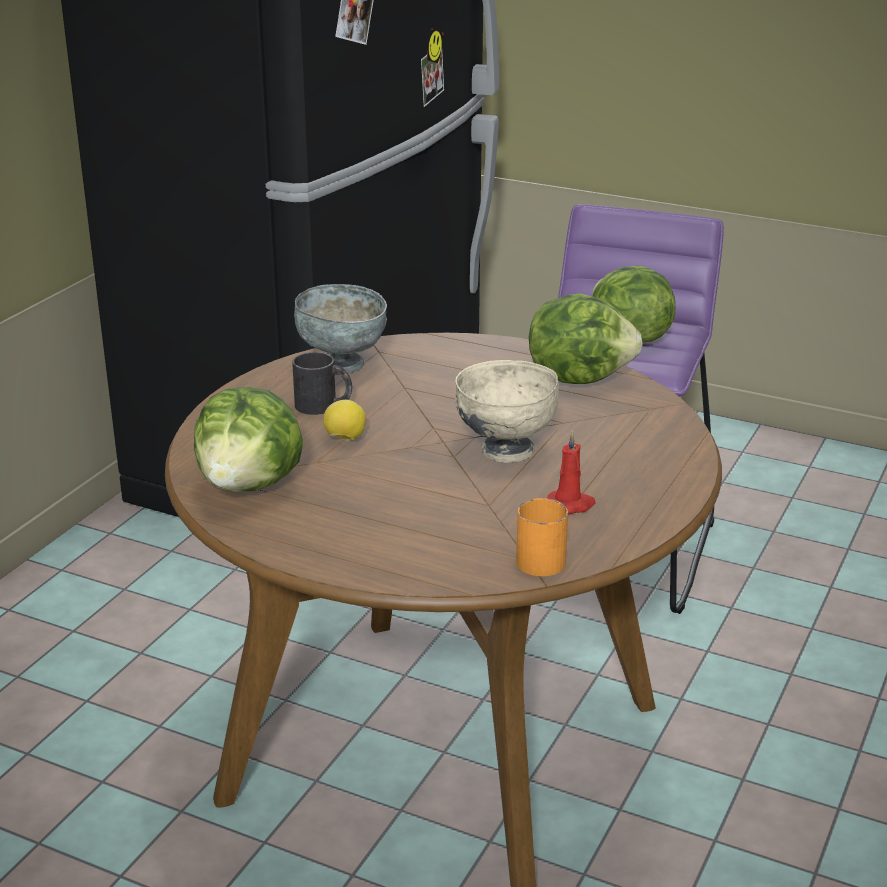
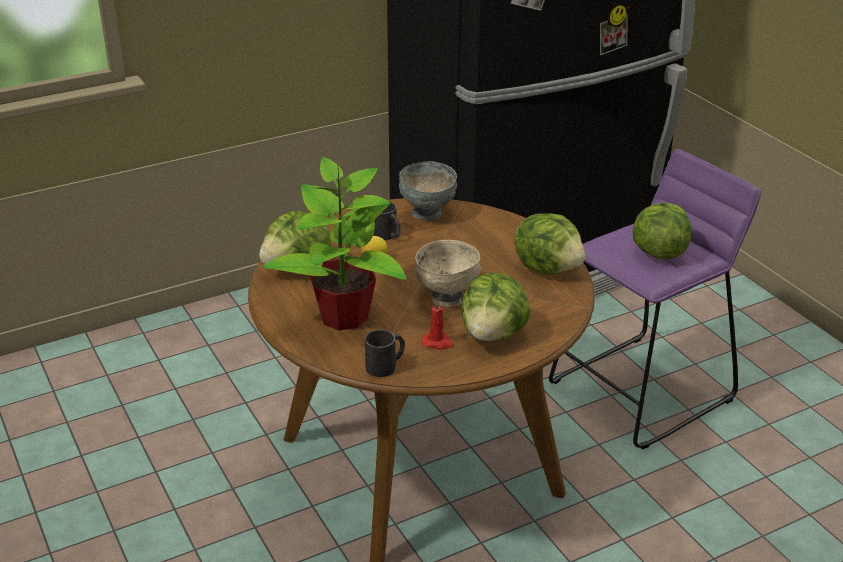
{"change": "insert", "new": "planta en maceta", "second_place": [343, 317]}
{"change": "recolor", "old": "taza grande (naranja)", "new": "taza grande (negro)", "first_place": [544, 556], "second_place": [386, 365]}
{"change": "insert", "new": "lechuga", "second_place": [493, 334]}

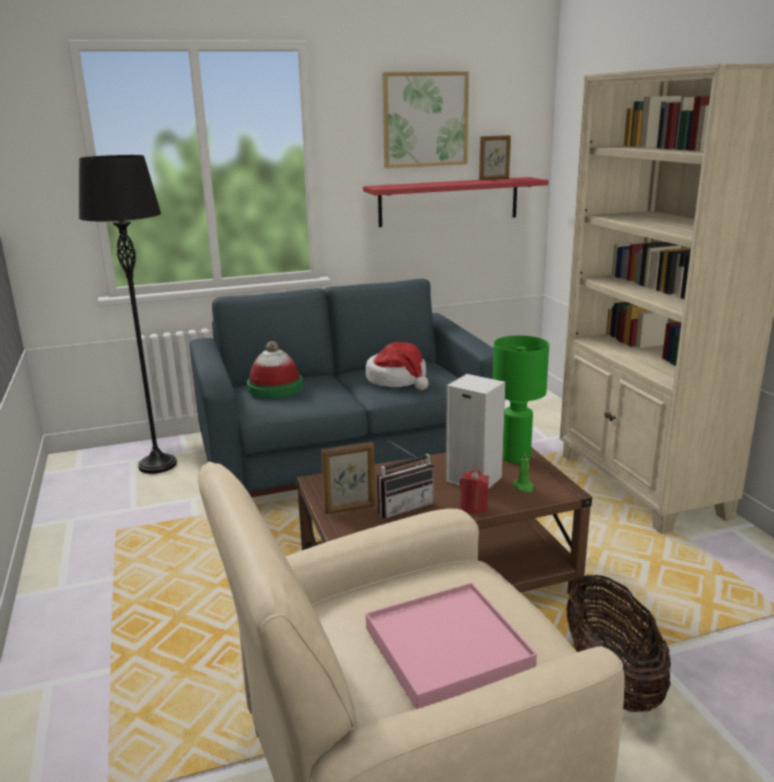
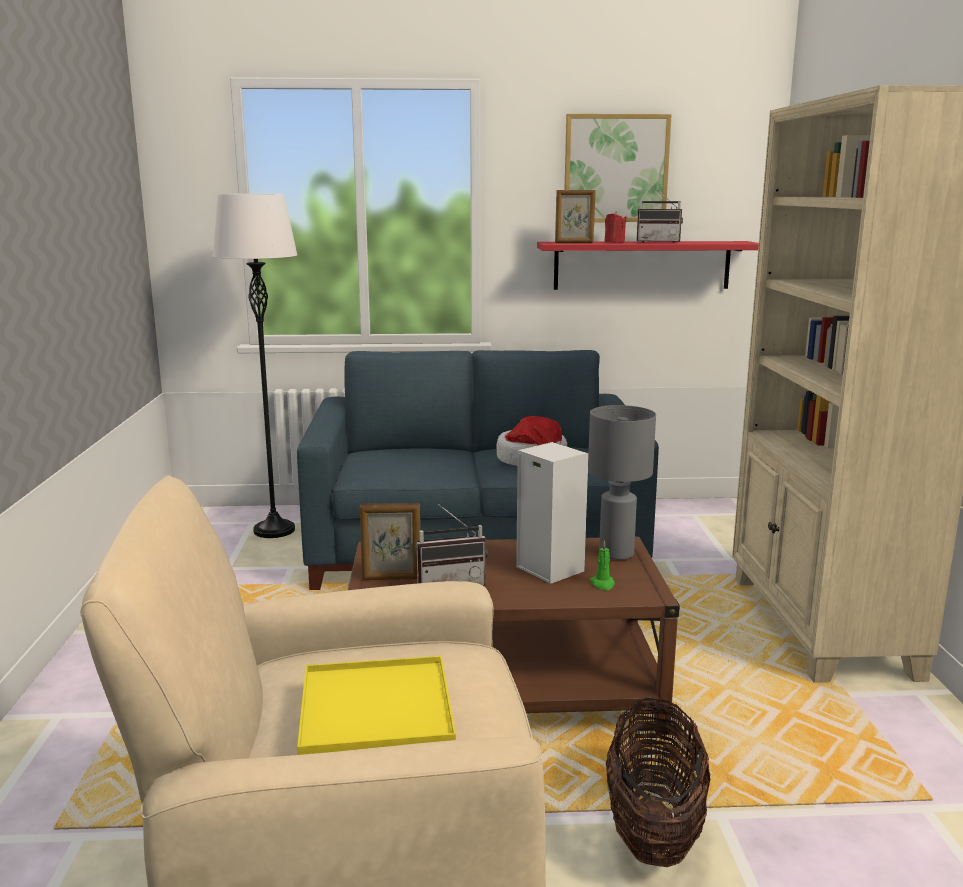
{"change": "recolor", "old": "lámpara de pie (negro)", "new": "lámpara de pie (blanco)", "first_place": [157, 465], "second_place": [274, 530]}
{"change": "recolor", "old": "bandeja (rosa)", "new": "bandeja (amarillo)", "first_place": [448, 649], "second_place": [377, 717]}
{"change": "move", "old": "portarretratos", "first_place": [494, 179], "second_place": [574, 243]}
{"change": "recolor", "old": "lámpara de mesa (verde)", "new": "lámpara de mesa (gris)", "first_place": [515, 457], "second_place": [615, 553]}
{"change": "move", "old": "vela (rojo)", "first_place": [473, 507], "second_place": [614, 242]}
{"change": "insert", "new": "radio", "second_place": [658, 242]}
{"change": "delete", "old": "sombrero", "first_place": [275, 388]}

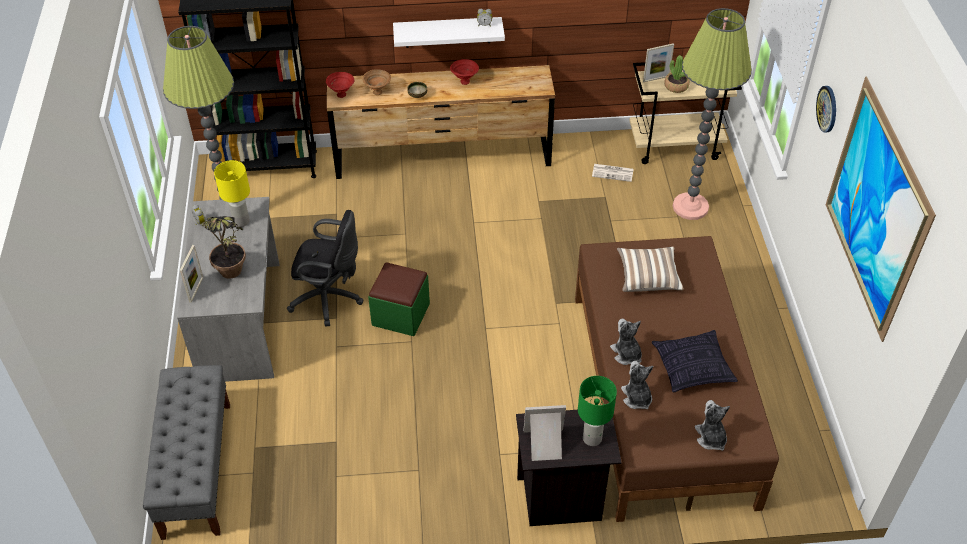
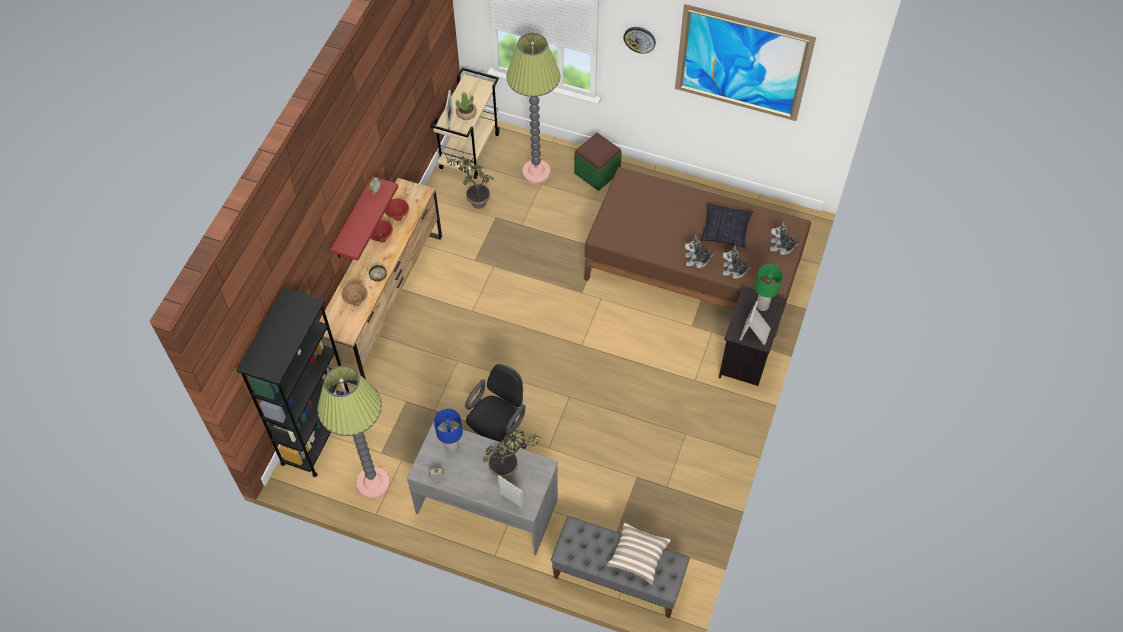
{"change": "recolor", "old": "estante (blanco)", "new": "estante (rojo)", "first_place": [447, 32], "second_place": [353, 220]}
{"change": "move", "old": "cuenco (rojo)", "first_place": [341, 94], "second_place": [397, 217]}
{"change": "recolor", "old": "lámpara de mesa (amarillo)", "new": "lámpara de mesa (azul)", "first_place": [240, 221], "second_place": [452, 448]}
{"change": "replace", "old": "periódico", "new": "planta en maceta", "first_place": [613, 173], "second_place": [473, 201]}
{"change": "move", "old": "puf (verde)", "first_place": [400, 314], "second_place": [597, 172]}
{"change": "move", "old": "cojín", "first_place": [648, 276], "second_place": [637, 557]}

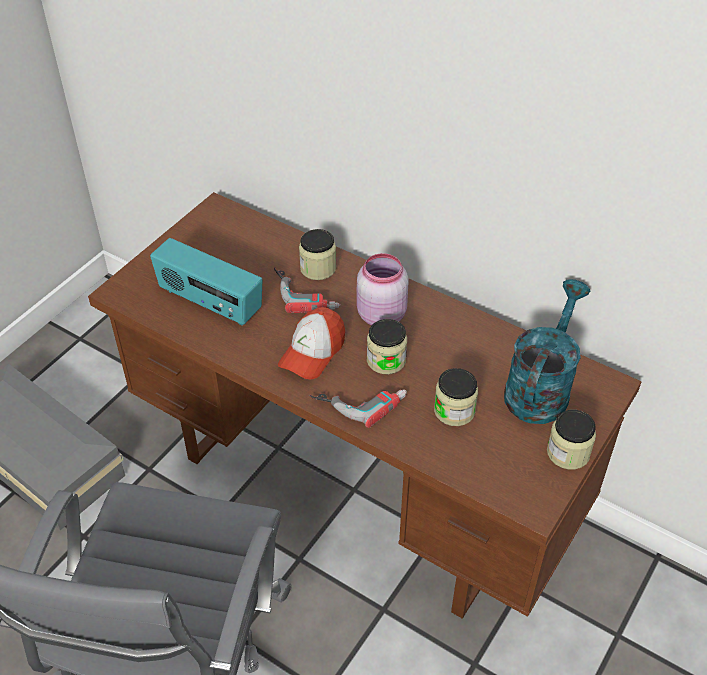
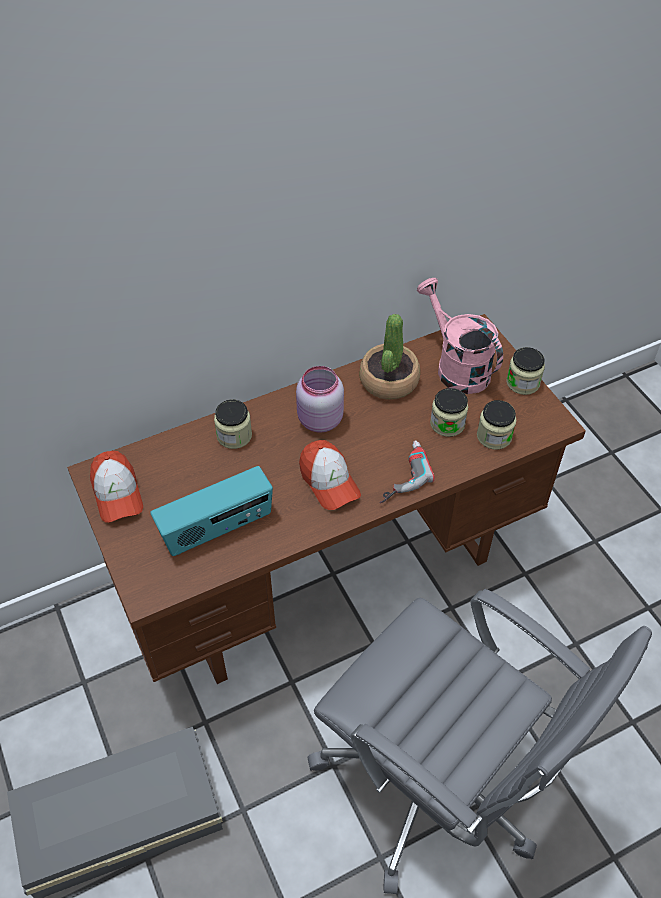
{"change": "insert", "new": "gorra", "second_place": [117, 494]}
{"change": "insert", "new": "planta en maceta", "second_place": [388, 380]}
{"change": "recolor", "old": "regadera (turquesa)", "new": "regadera (rosa)", "first_place": [540, 387], "second_place": [456, 366]}
{"change": "move", "old": "tarro", "first_place": [386, 360], "second_place": [494, 436]}
{"change": "delete", "old": "taladro", "first_place": [306, 292]}

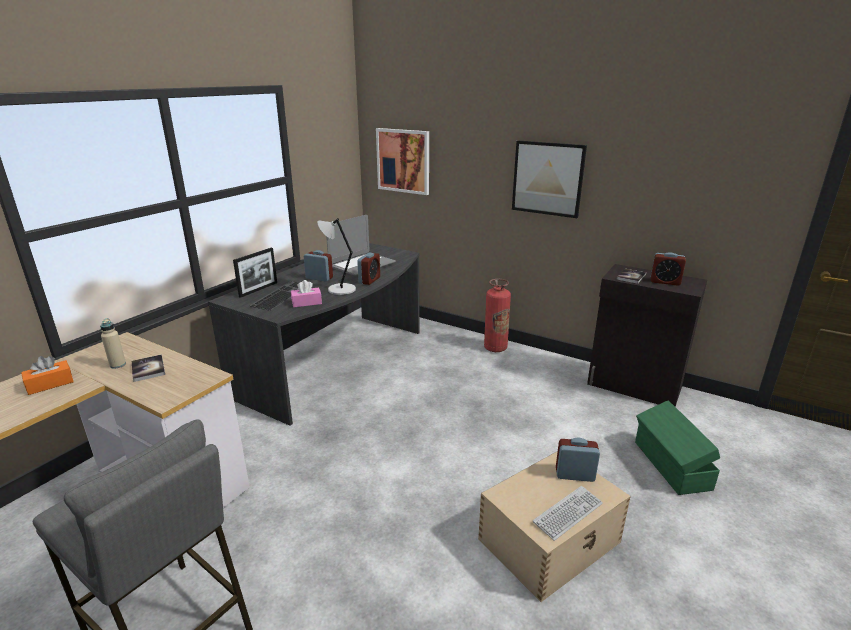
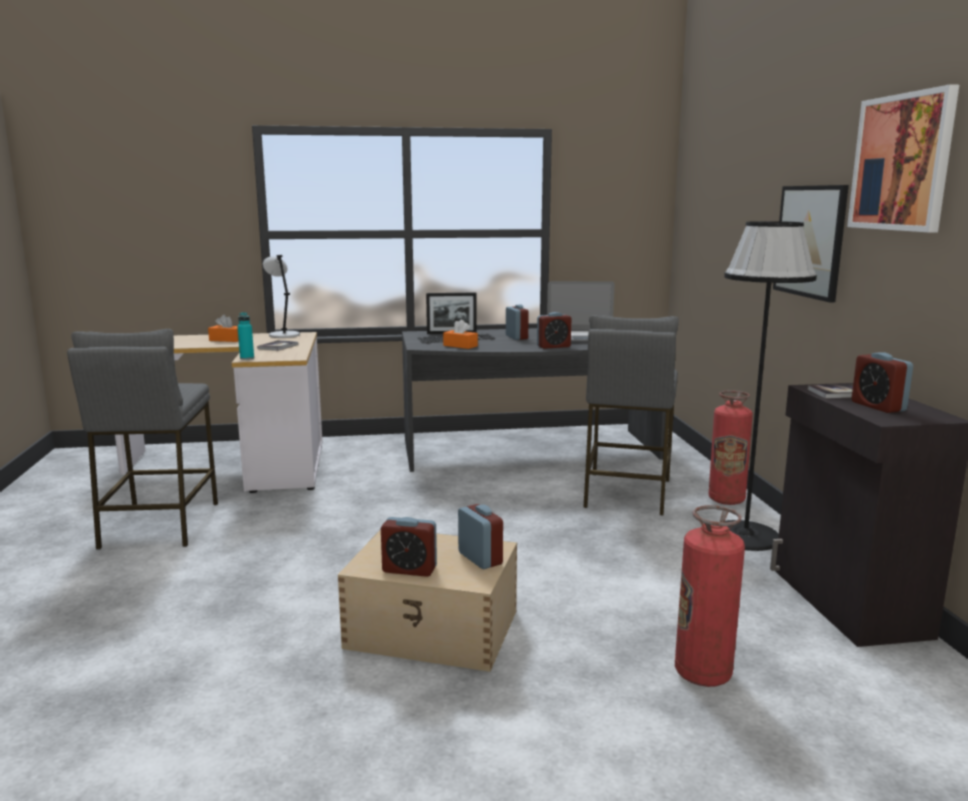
{"change": "insert", "new": "botella (turquesa)", "second_place": [247, 358]}
{"change": "move", "old": "lámpara de mesa (gris)", "first_place": [340, 290], "second_place": [283, 335]}
{"change": "replace", "old": "teclado", "new": "despertador", "first_place": [568, 513], "second_place": [409, 569]}
{"change": "recolor", "old": "caja de pañuelos (rosa)", "new": "caja de pañuelos (naranja)", "first_place": [306, 303], "second_place": [460, 346]}
{"change": "insert", "new": "taburete (gris)", "second_place": [626, 493]}
{"change": "replace", "old": "caja de almacenaje (verde)", "new": "extintor", "first_place": [671, 465], "second_place": [702, 673]}
{"change": "insert", "new": "lámpara de pie (negro)", "second_place": [746, 536]}
{"change": "move", "old": "cuadro", "first_place": [403, 161], "second_place": [902, 163]}
{"change": "delete", "old": "botella (beis)", "first_place": [118, 365]}

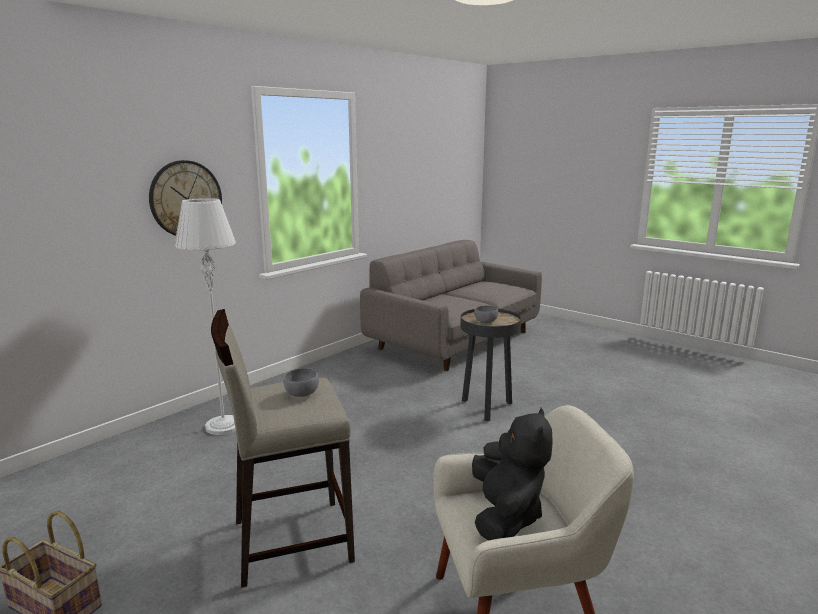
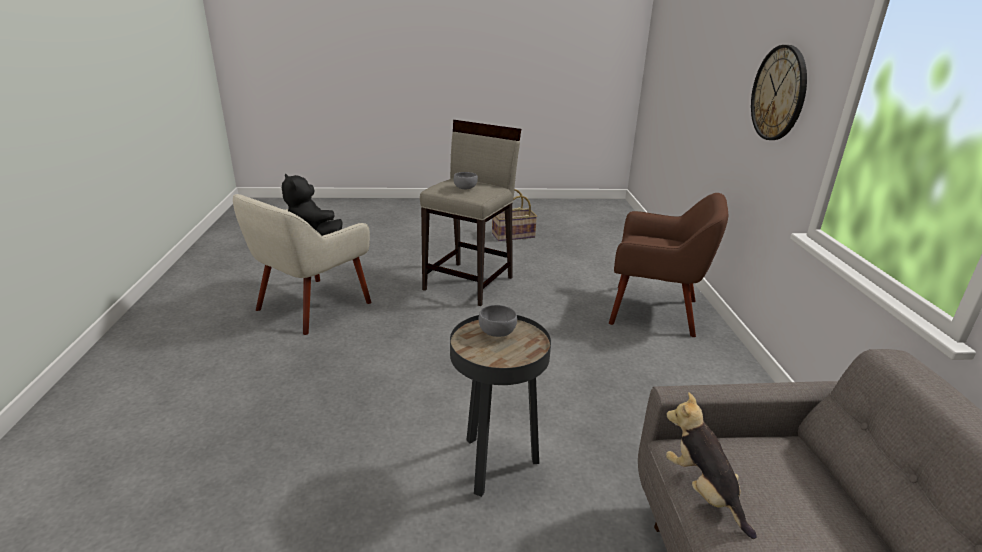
{"change": "replace", "old": "lámpara de pie (gris)", "new": "sillón (marrón)", "first_place": [224, 426], "second_place": [655, 311]}
{"change": "insert", "new": "peluche", "second_place": [703, 491]}

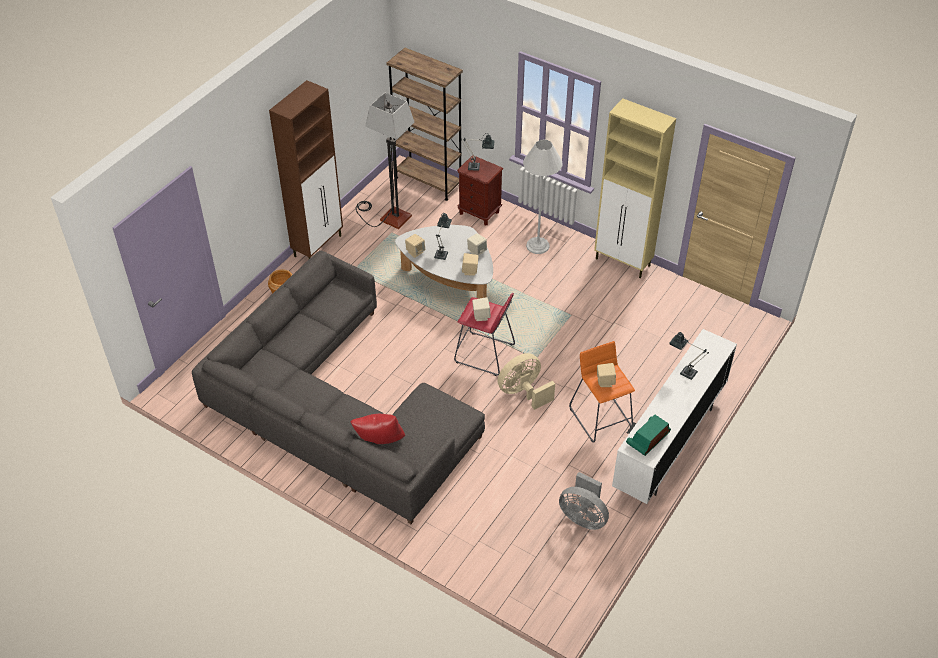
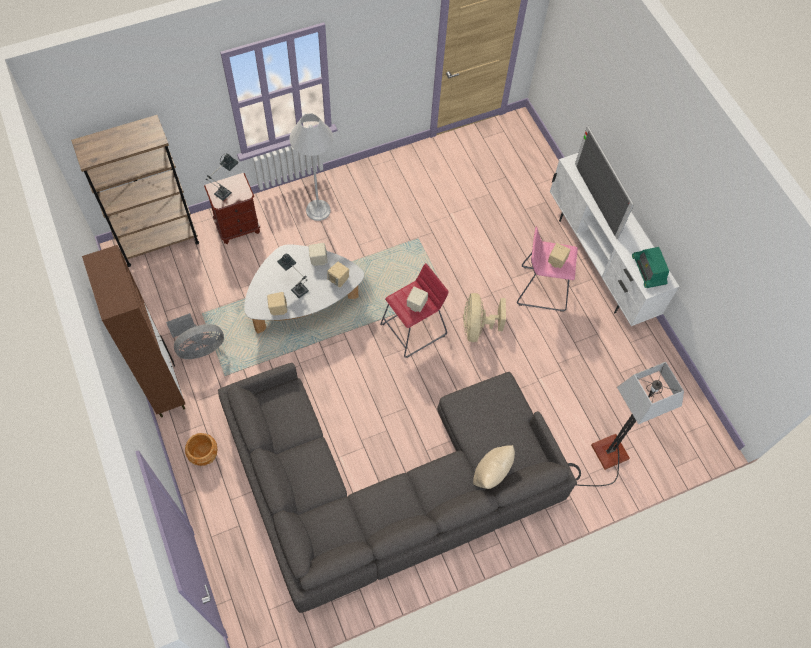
{"change": "move", "old": "ventilador (gris)", "first_place": [583, 517], "second_place": [199, 348]}
{"change": "recolor", "old": "cojín (rojo)", "new": "cojín (beis)", "first_place": [379, 443], "second_place": [491, 475]}
{"change": "recolor", "old": "taburete (naranja)", "new": "taburete (rosa)", "first_place": [601, 417], "second_place": [542, 289]}
{"change": "move", "old": "lámpara de pie", "first_place": [387, 217], "second_place": [602, 458]}
{"change": "replace", "old": "lámpara de mesa", "new": "televisor", "first_place": [685, 371], "second_place": [595, 200]}
{"change": "delete", "old": "armario (beis)", "first_place": [623, 262]}

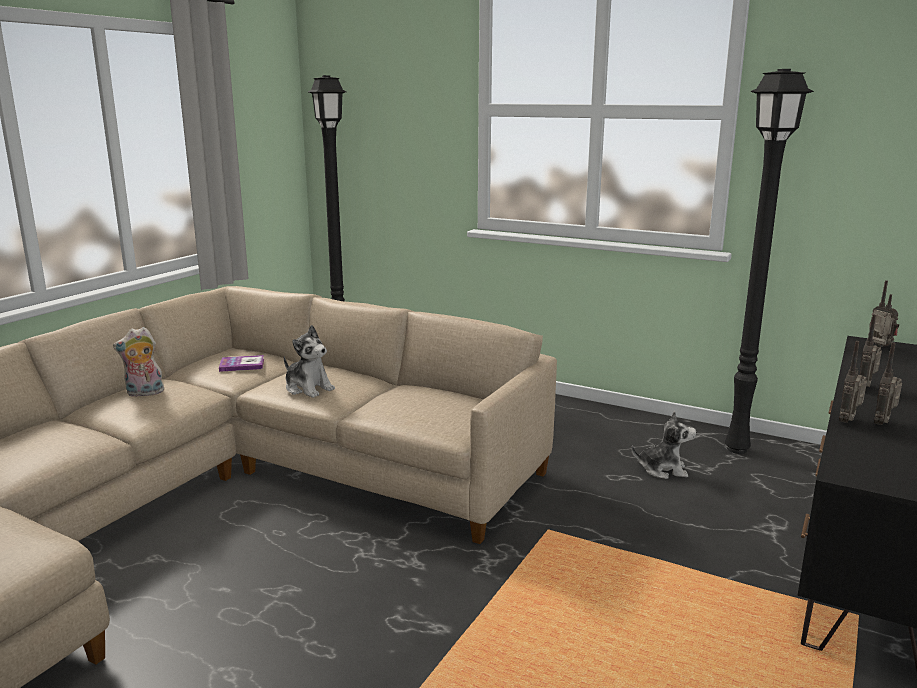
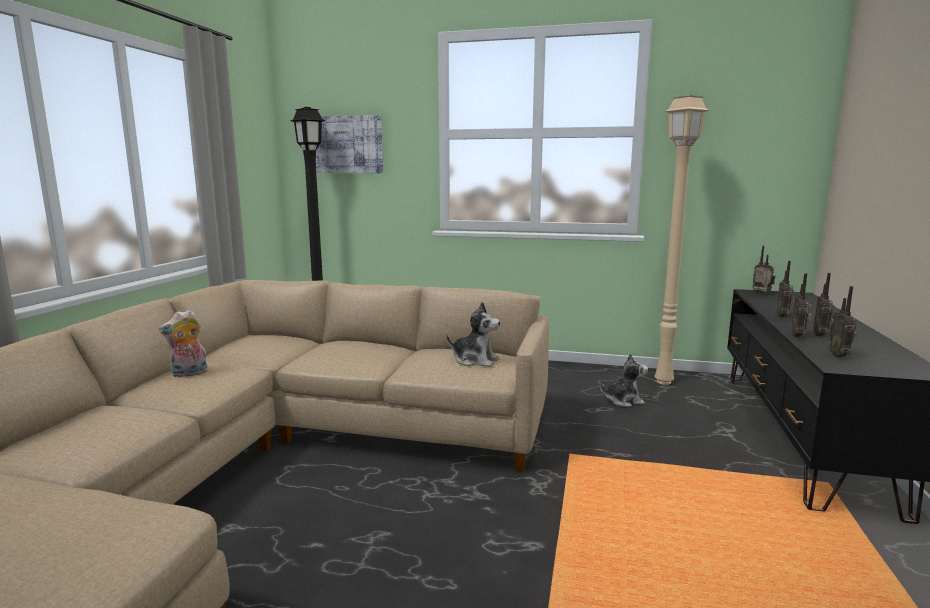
{"change": "insert", "new": "cuadro", "second_place": [343, 144]}
{"change": "move", "old": "peluche", "first_place": [308, 388], "second_place": [475, 360]}
{"change": "recolor", "old": "lámpara de pie (negro)", "new": "lámpara de pie (beis)", "first_place": [739, 450], "second_place": [665, 382]}
{"change": "insert", "new": "radio", "second_place": [840, 356]}
{"change": "delete", "old": "libro", "first_place": [242, 365]}

